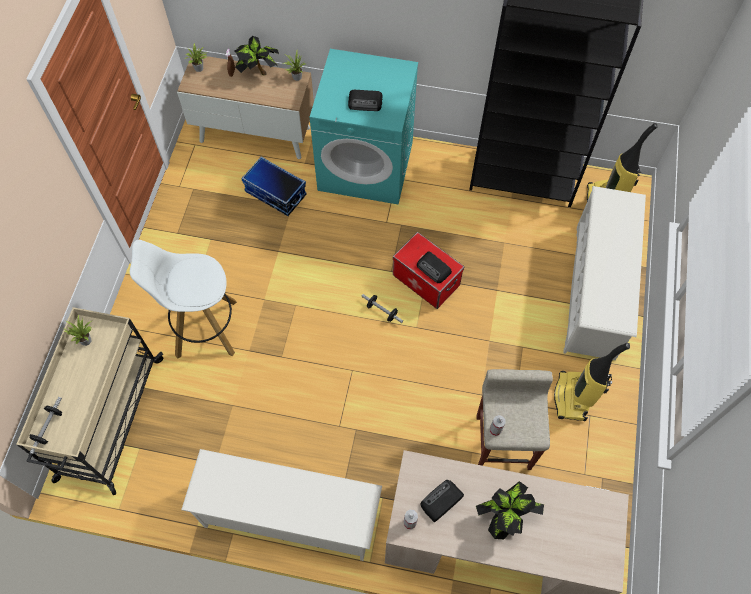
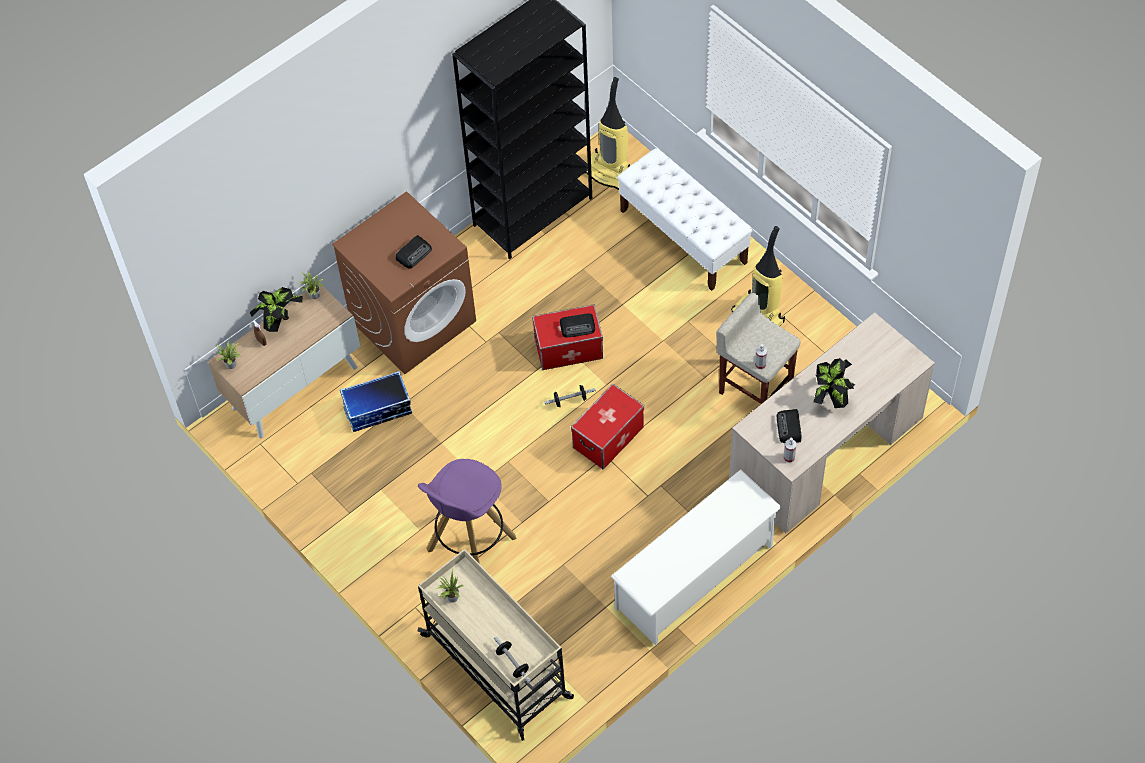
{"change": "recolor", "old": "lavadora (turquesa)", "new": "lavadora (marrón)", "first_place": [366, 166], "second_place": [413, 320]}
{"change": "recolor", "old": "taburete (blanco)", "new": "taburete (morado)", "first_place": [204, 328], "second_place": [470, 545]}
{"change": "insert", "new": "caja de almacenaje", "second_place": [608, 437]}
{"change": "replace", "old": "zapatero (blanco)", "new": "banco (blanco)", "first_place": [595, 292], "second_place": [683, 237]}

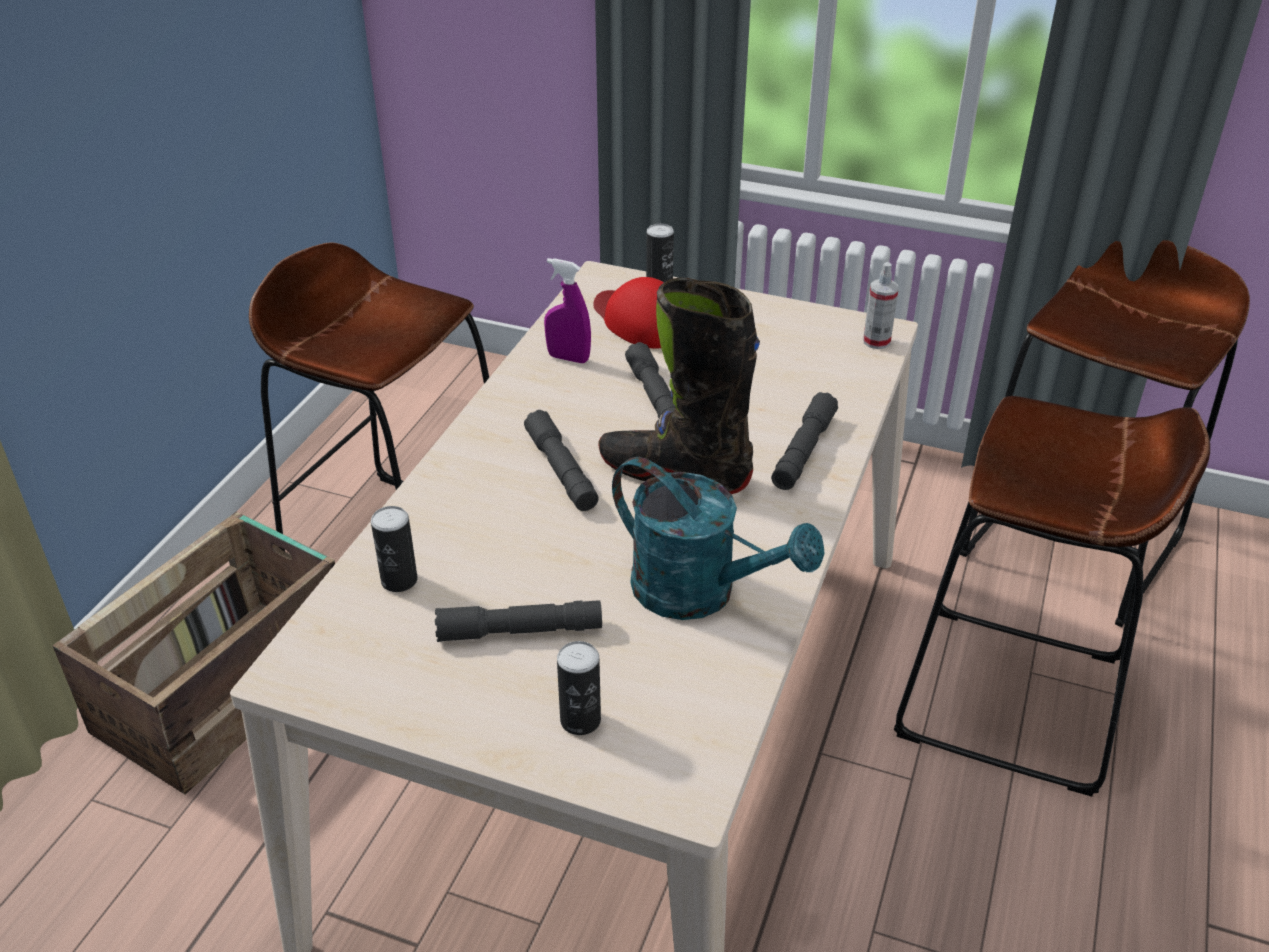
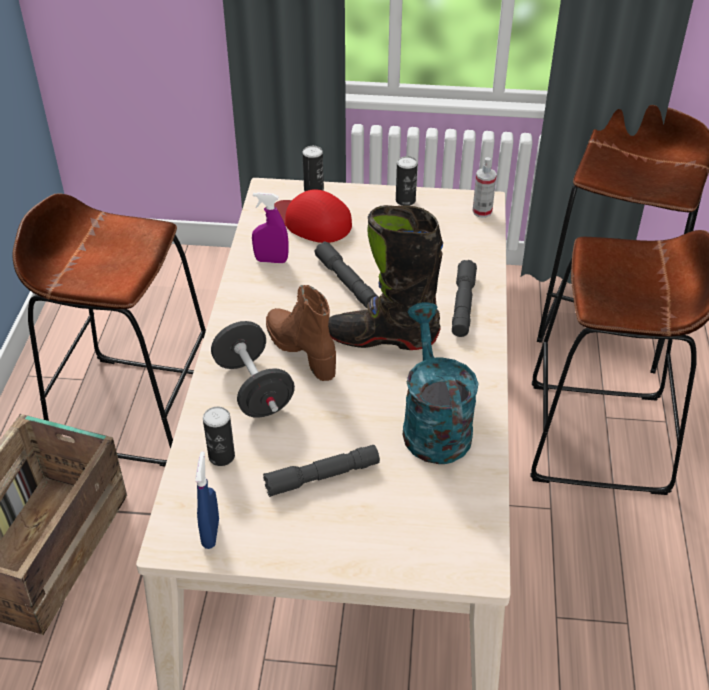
{"change": "insert", "new": "pulverizador (azul)", "second_place": [211, 533]}
{"change": "insert", "new": "mancuerna (negro)", "second_place": [254, 388]}
{"change": "replace", "old": "linterna (gris)", "new": "bota (marrón)", "first_place": [561, 470], "second_place": [302, 350]}
{"change": "move", "old": "lata", "first_place": [580, 720], "second_place": [405, 200]}
{"change": "rotate", "old": "regadera (turquesa)", "first_place": [700, 593], "second_place": [433, 424], "degrees": -120}

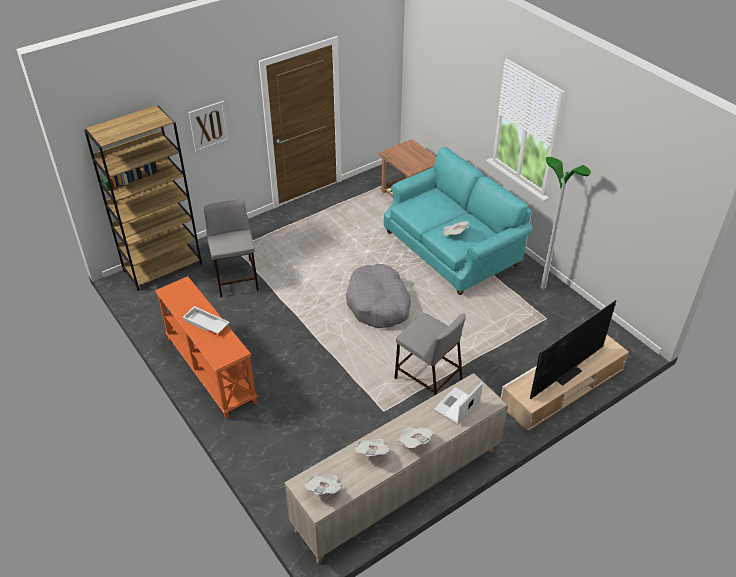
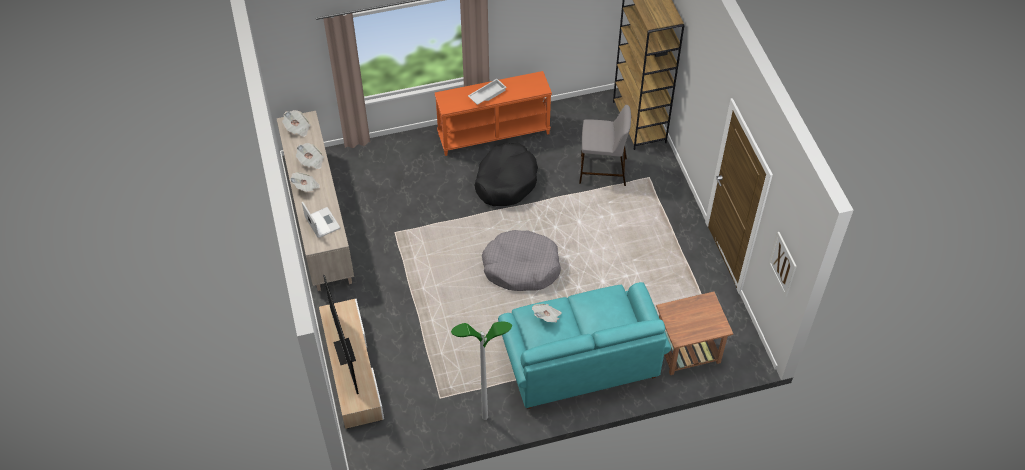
{"change": "insert", "new": "cama para perro (negro)", "second_place": [506, 181]}
{"change": "move", "old": "cuadro", "first_place": [209, 126], "second_place": [783, 264]}
{"change": "delete", "old": "taburete (gris)", "first_place": [427, 379]}

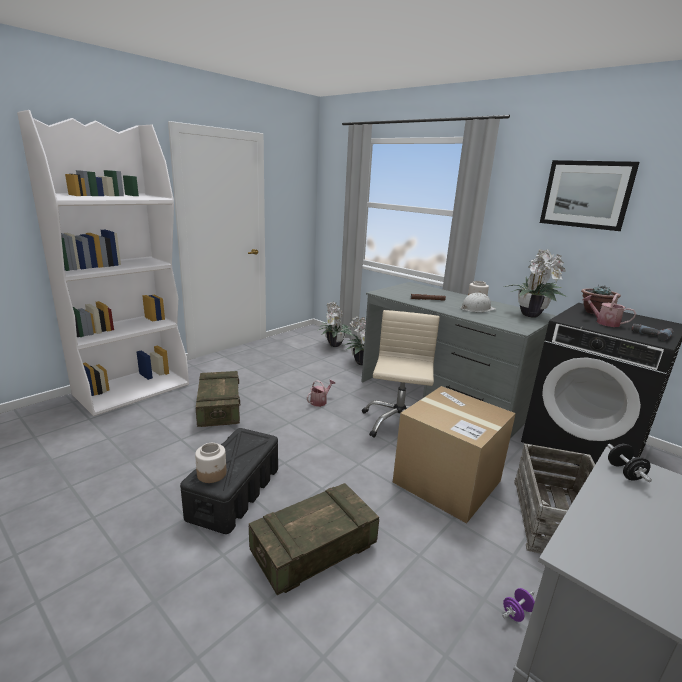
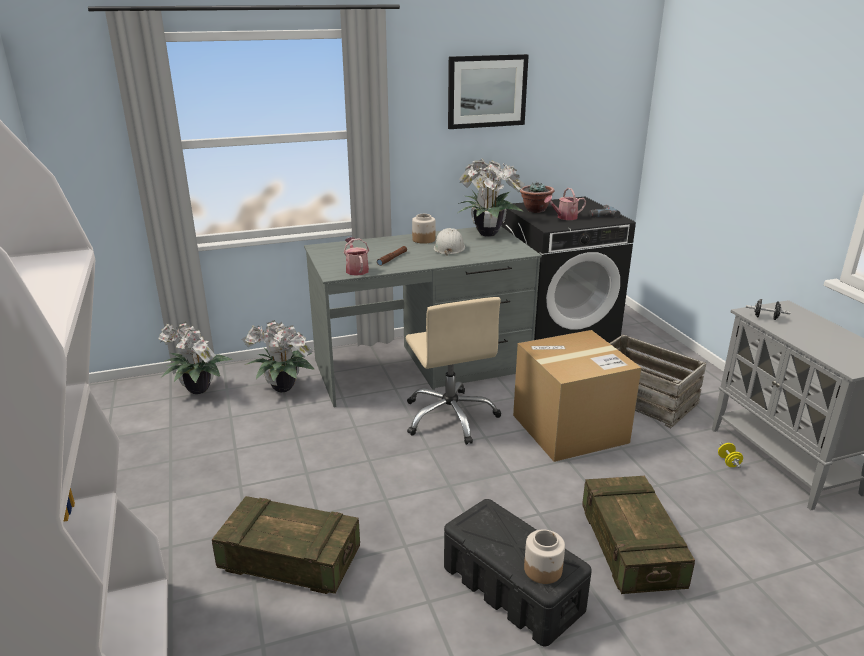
{"change": "move", "old": "regadera", "first_place": [320, 401], "second_place": [356, 269]}
{"change": "rotate", "old": "silla de oficina (beis)", "first_place": [397, 423], "second_place": [450, 417], "degrees": -150}
{"change": "recolor", "old": "mancuerna (morado)", "new": "mancuerna (amarillo)", "first_place": [517, 612], "second_place": [728, 462]}

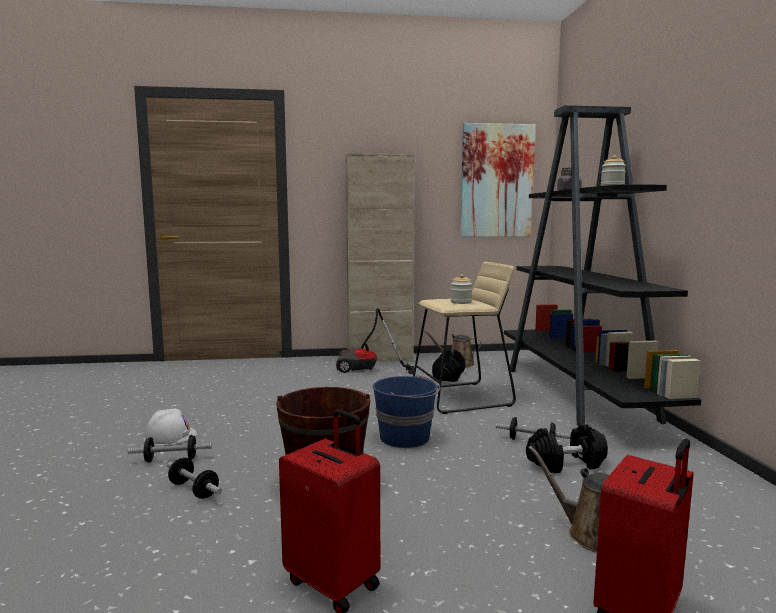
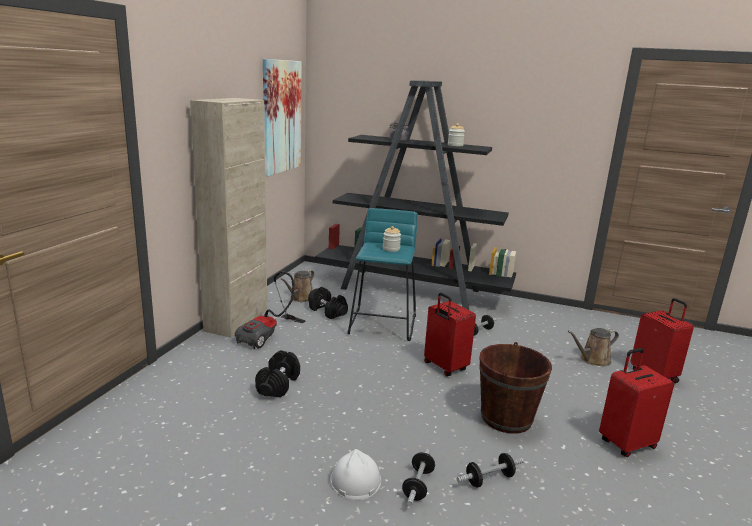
{"change": "move", "old": "mancuerna (negro)", "first_place": [566, 464], "second_place": [278, 385]}
{"change": "recolor", "old": "taburete (beis)", "new": "taburete (turquesa)", "first_place": [461, 398], "second_place": [383, 324]}
{"change": "replace", "old": "cubo (azul)", "new": "maleta (rojo)", "first_place": [405, 437], "second_place": [444, 367]}

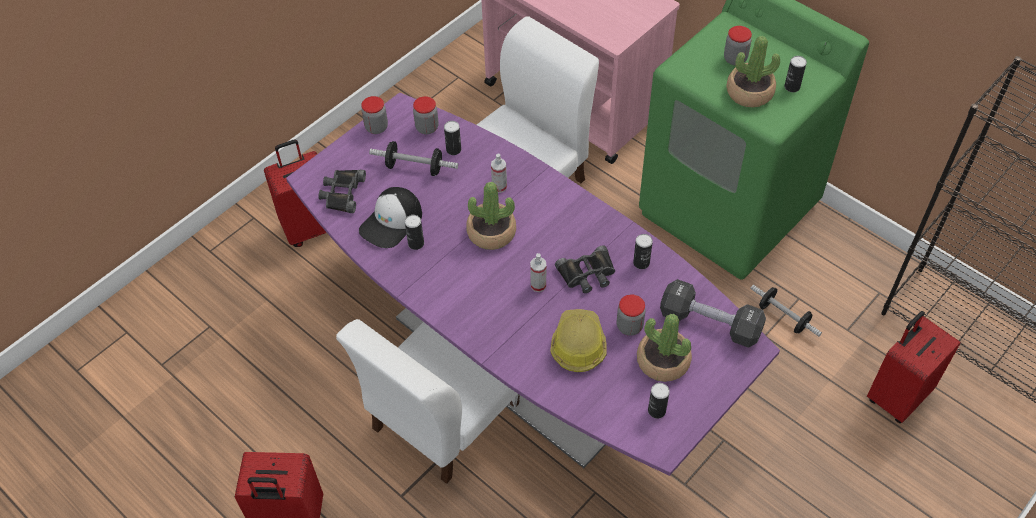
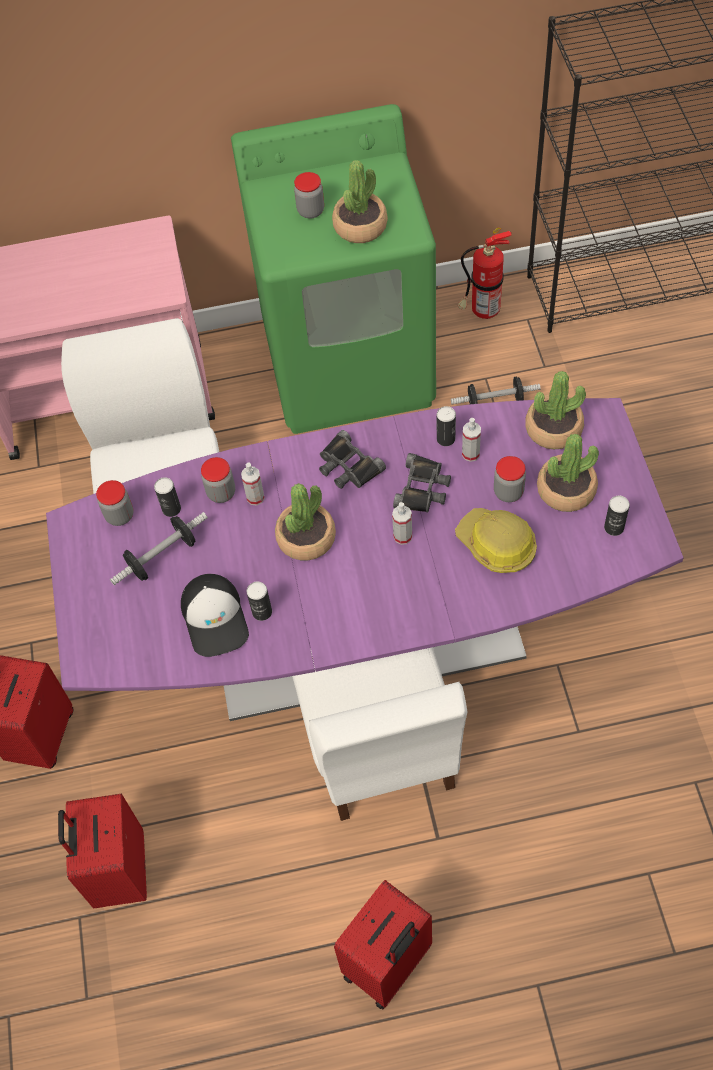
{"change": "move", "old": "maleta (rojo)", "first_place": [897, 395], "second_place": [119, 871]}
{"change": "move", "old": "tarro", "first_place": [376, 127], "second_place": [221, 493]}
{"change": "move", "old": "prismáticos (negro)", "first_place": [342, 193], "second_place": [348, 466]}
{"change": "insert", "new": "extintor", "second_place": [482, 312]}
{"change": "insert", "new": "pulverizador", "second_place": [470, 454]}
{"change": "replace", "old": "mancuerna (negro)", "new": "planta en maceta", "first_place": [710, 323], "second_place": [553, 429]}
{"change": "delete", "old": "lata", "first_place": [792, 87]}

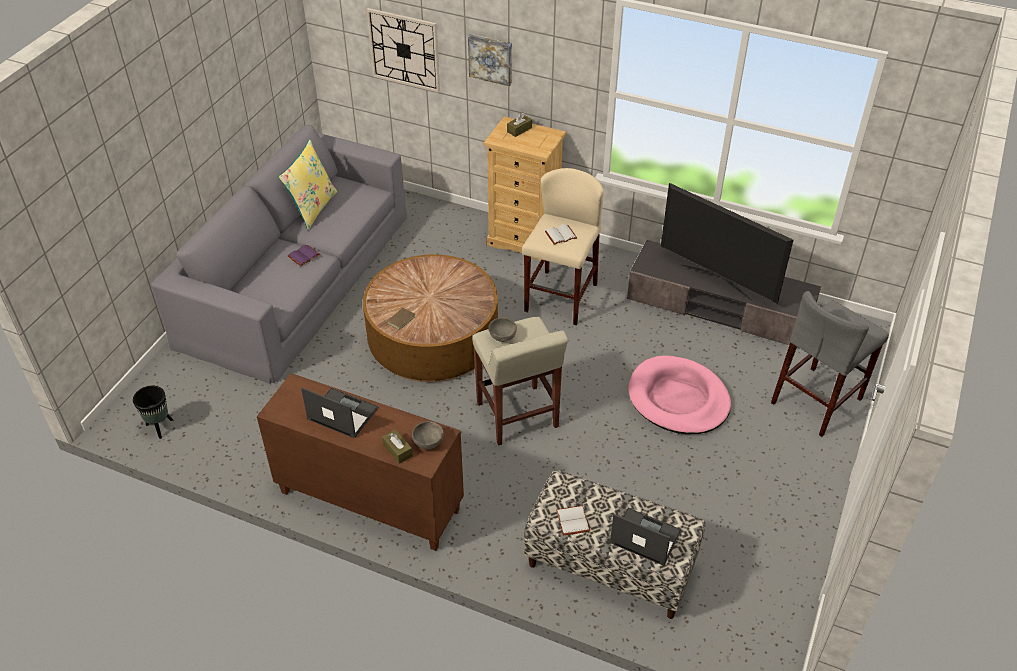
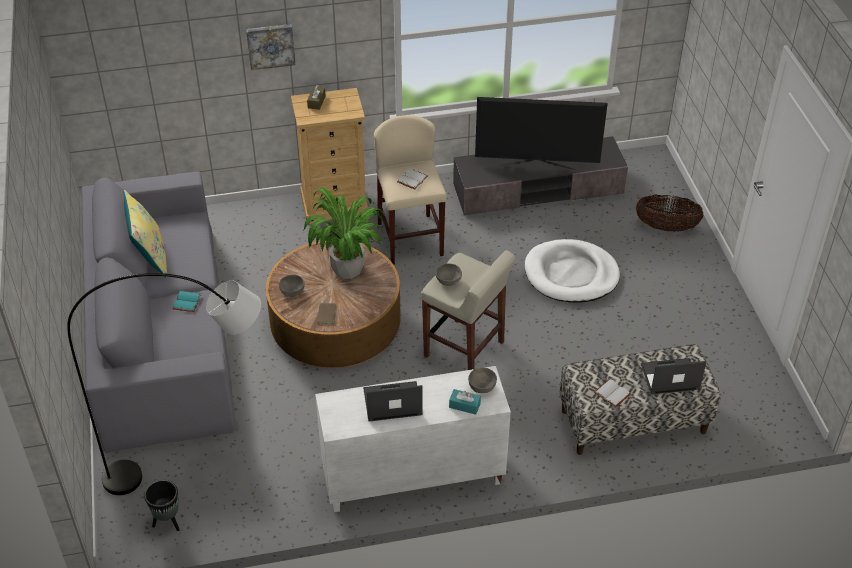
{"change": "insert", "new": "lámpara de pie (gris)", "second_place": [197, 466]}
{"change": "recolor", "old": "libro (morado)", "new": "libro (turquesa)", "first_place": [304, 256], "second_place": [188, 302]}
{"change": "insert", "new": "cuenco (gris)", "second_place": [292, 292]}
{"change": "insert", "new": "planta en maceta", "second_place": [348, 269]}
{"change": "recolor", "old": "armario (marrón)", "new": "armario (blanco)", "first_place": [368, 501], "second_place": [412, 478]}
{"change": "recolor", "old": "caja de pañuelos (marrón)", "new": "caja de pañuelos (turquesa)", "first_place": [397, 450], "second_place": [464, 405]}
{"change": "recolor", "old": "cama para perro (rosa)", "new": "cama para perro (blanco)", "first_place": [678, 399], "second_place": [571, 274]}
{"change": "replace", "old": "taburete (gris)", "new": "cesta", "first_place": [817, 401], "second_place": [666, 227]}
{"change": "delete", "old": "reloj de pared", "first_place": [404, 50]}

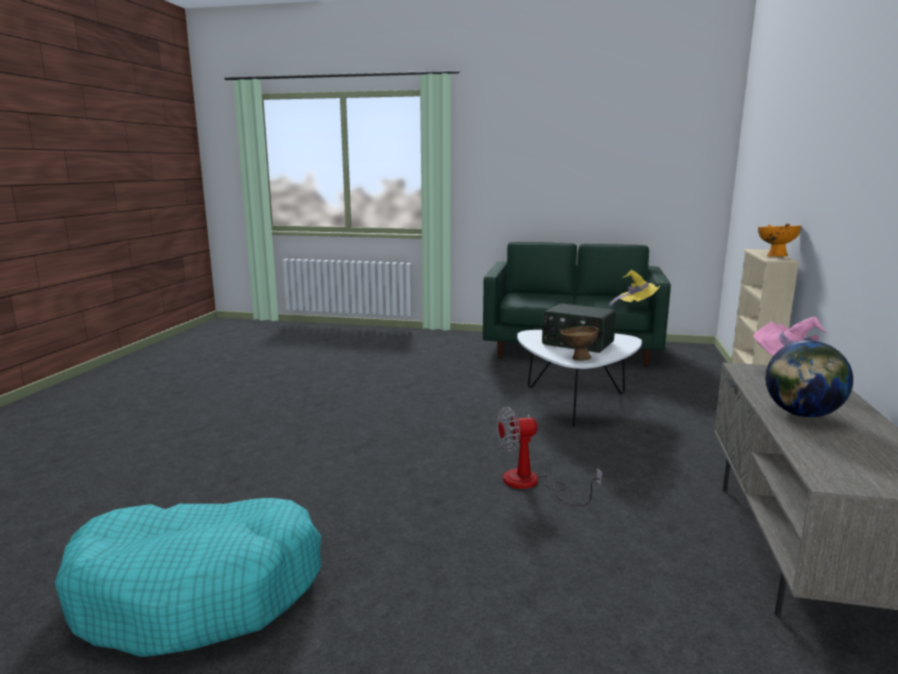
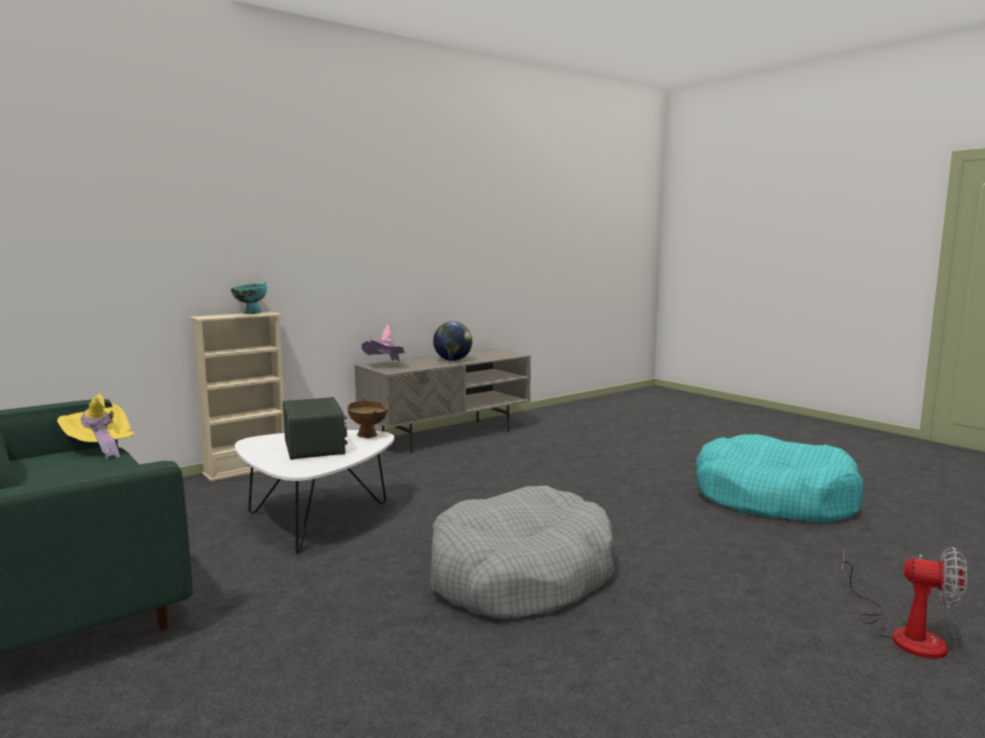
{"change": "recolor", "old": "cuenco (naranja)", "new": "cuenco (turquesa)", "first_place": [774, 256], "second_place": [250, 313]}
{"change": "insert", "new": "cama para perro (gris)", "second_place": [520, 575]}
{"change": "move", "old": "ventilador", "first_place": [532, 484], "second_place": [904, 634]}

